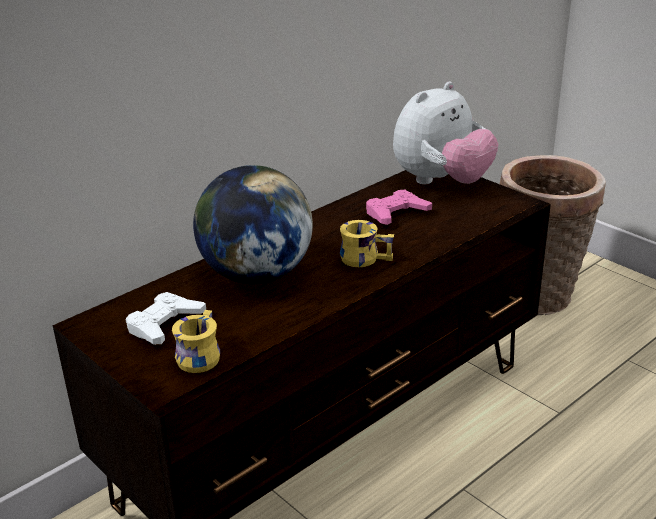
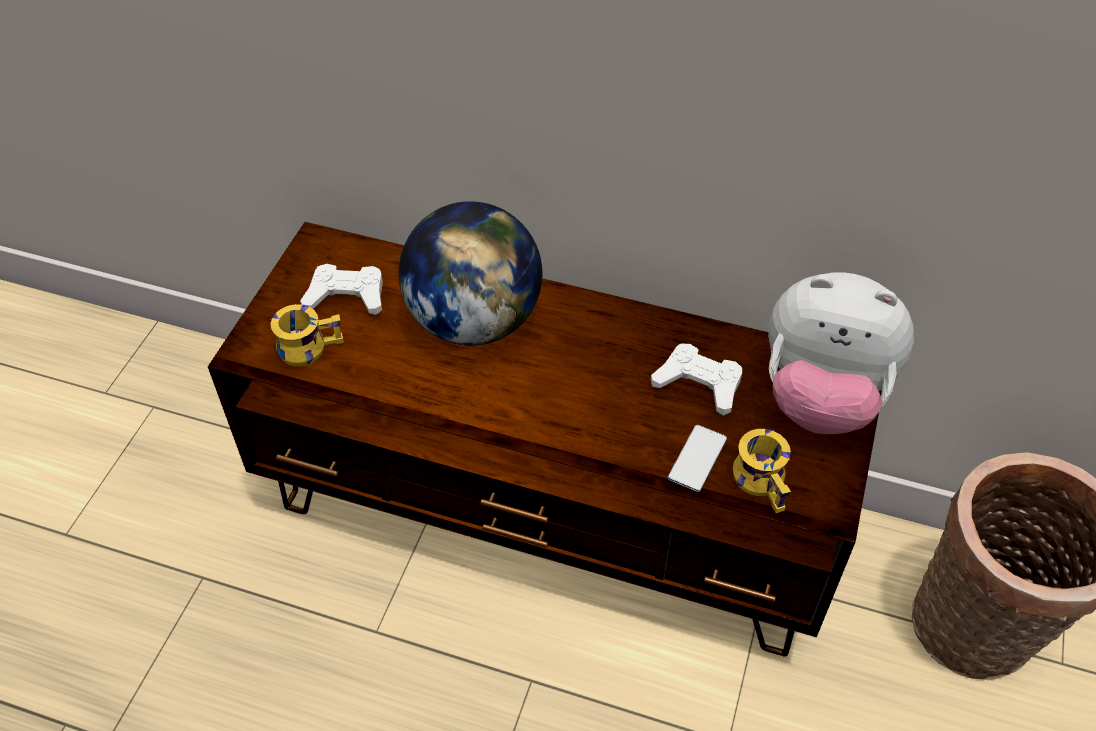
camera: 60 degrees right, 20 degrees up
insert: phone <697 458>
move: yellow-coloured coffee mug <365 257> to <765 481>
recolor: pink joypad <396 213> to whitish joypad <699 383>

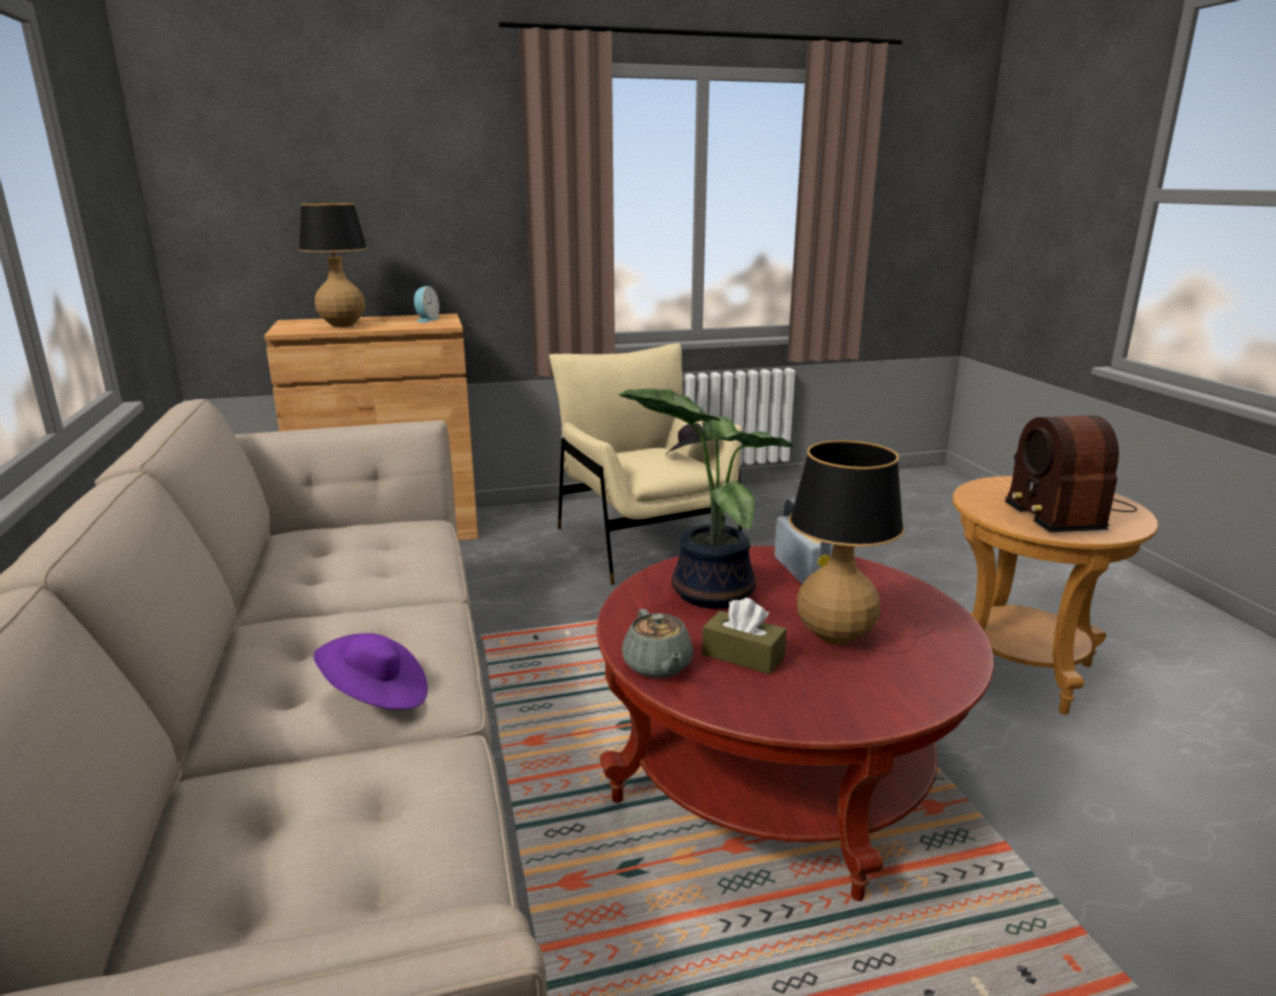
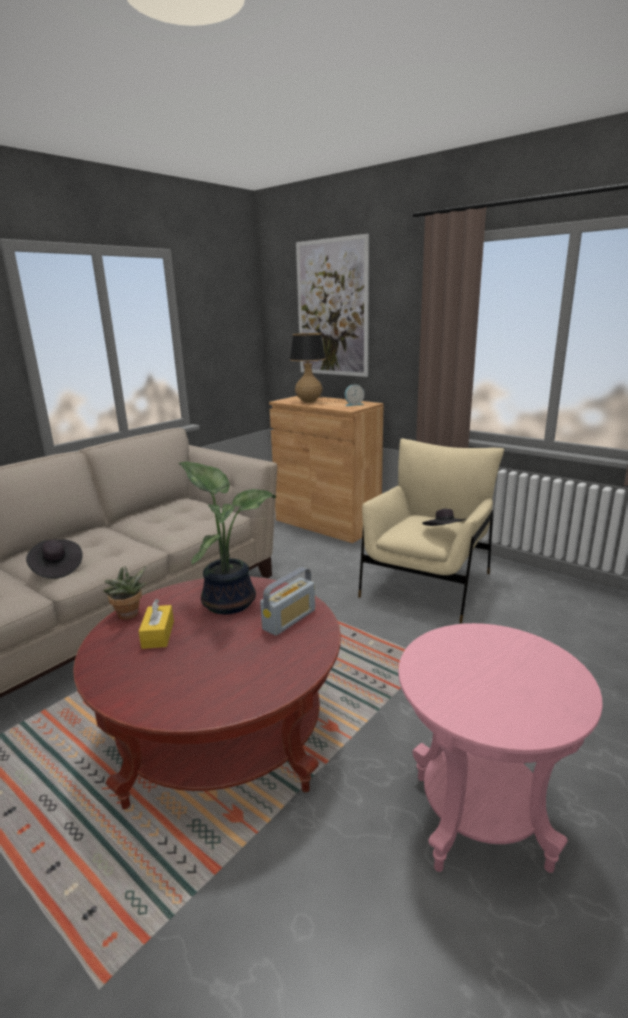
camera: 55 degrees right, 0 degrees up
delete: tabletop lamp <847 635>; radio set <1065 511>
insert: wall art <332 309>
replace: grey pot for tea <657 666> to plant in a pot <129 616>
recolor: purplish clothing hat <376 696> to black-coloured clothing hat <56 569>; brown tissue box <743 655> to yellow-coloured tissue box <158 634>; brown end table <1020 670> to pink end table <479 819>

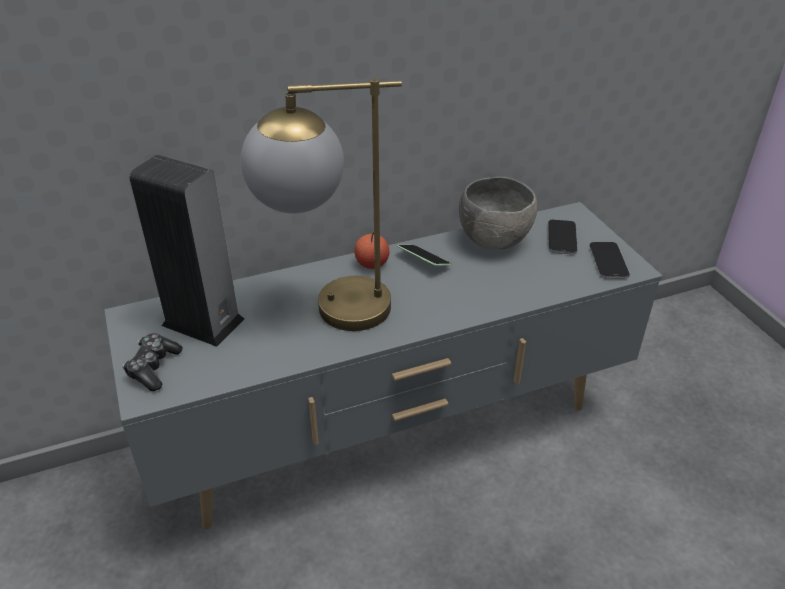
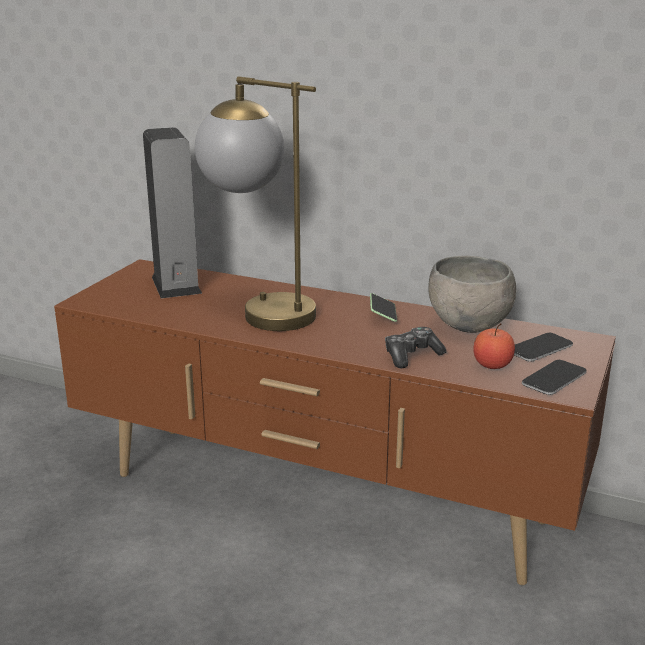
camera: 45 degrees right, 15 degrees down
move: joypad <153 368> to <412 356>; whole apple <372 264> to <492 365>
recolor: grey tv stand <393 433> to brown tv stand <324 500>

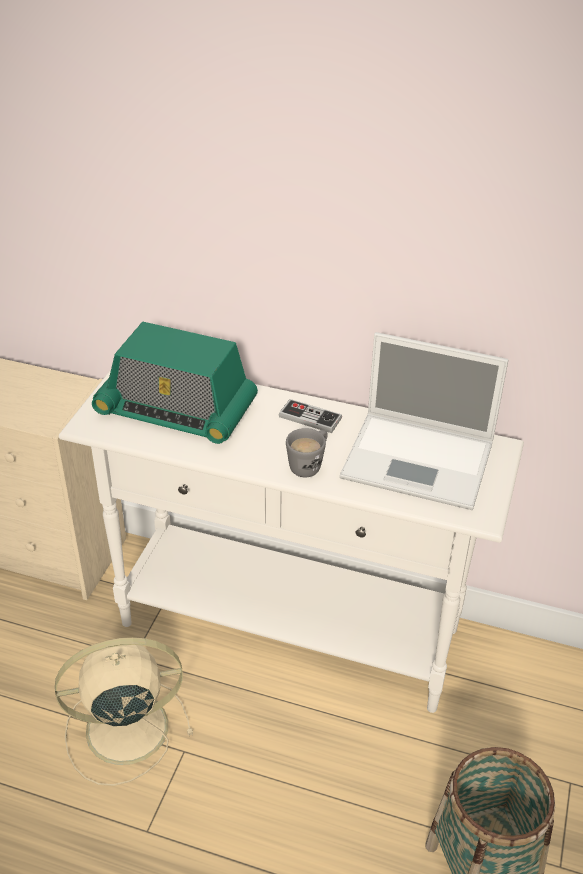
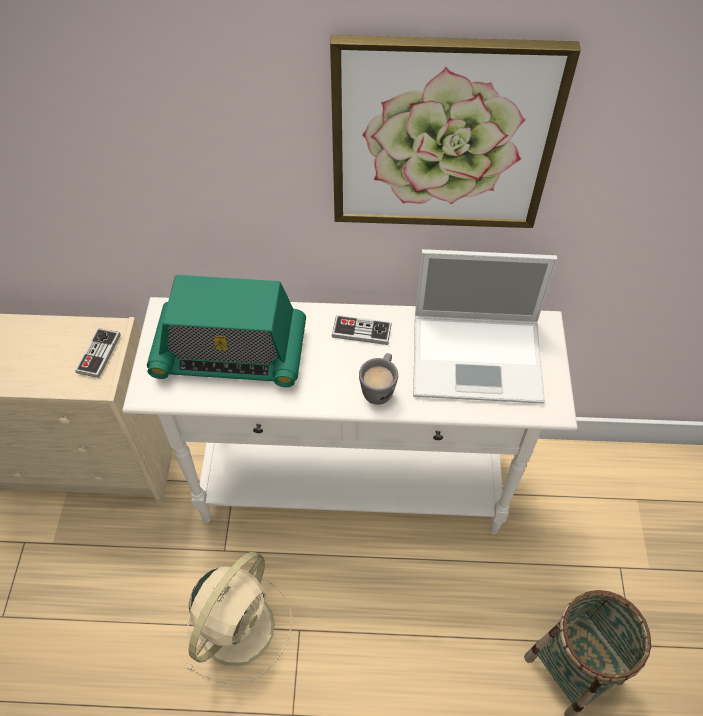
camera: 15 degrees left, 15 degrees up
insert: joypad <99 354>; wall art <442 137>
rotate: beige fan <123 729> = <239 624> 150 degrees clockwise

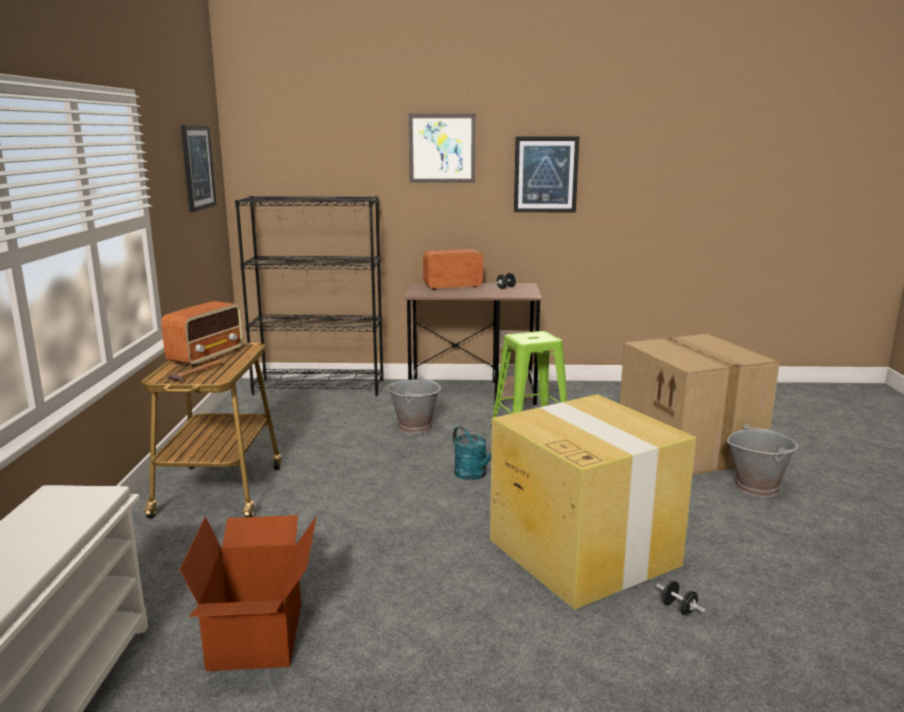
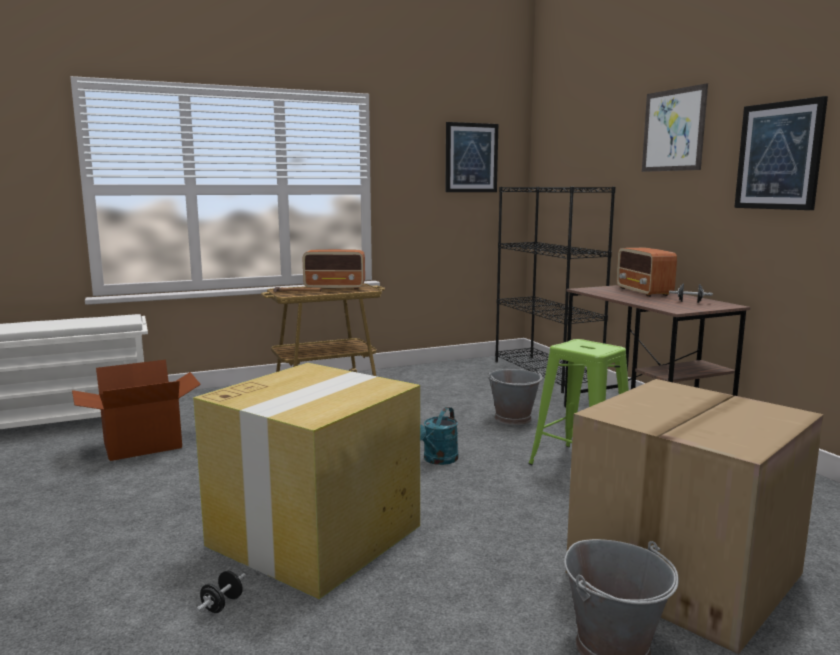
camera: 65 degrees right, 5 degrees down
rotate: radio set <452 287> = <644 292> 150 degrees counterclockwise

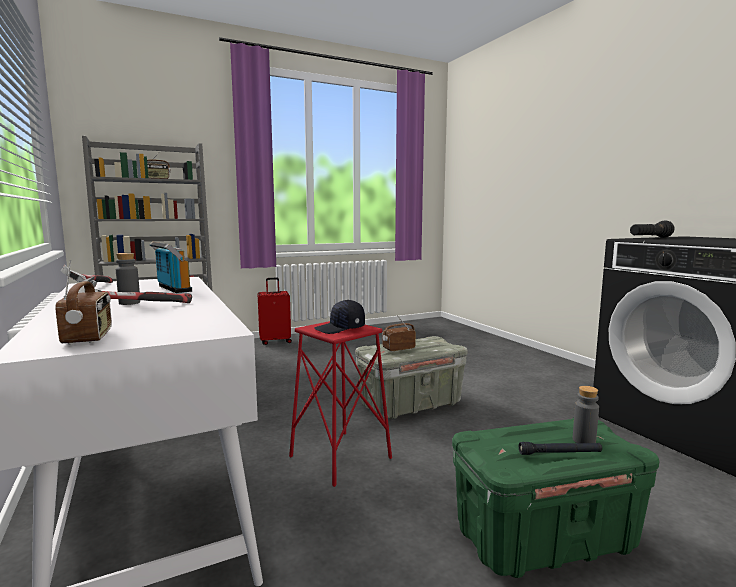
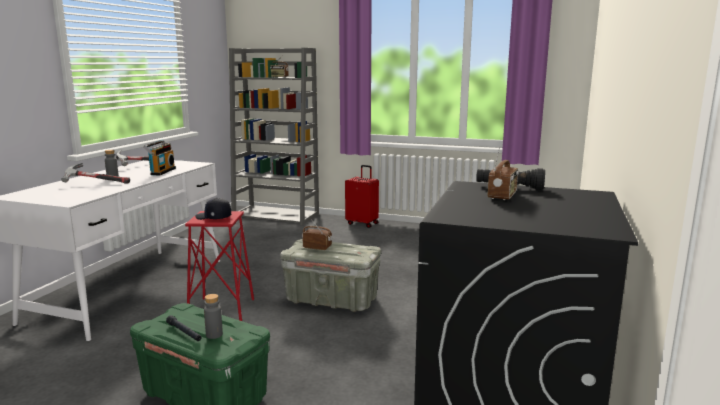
camera: 45 degrees right, 5 degrees up
move: radio set <89 337> to <502 196>

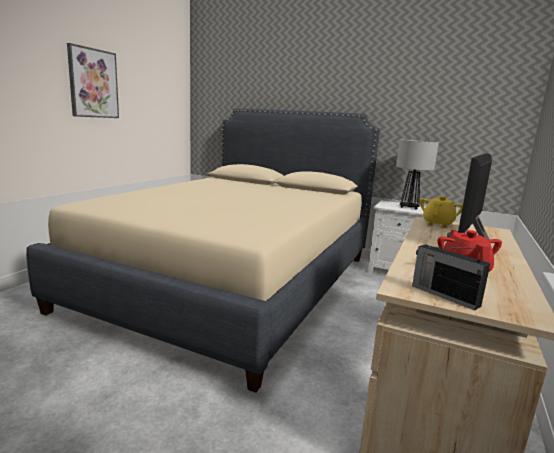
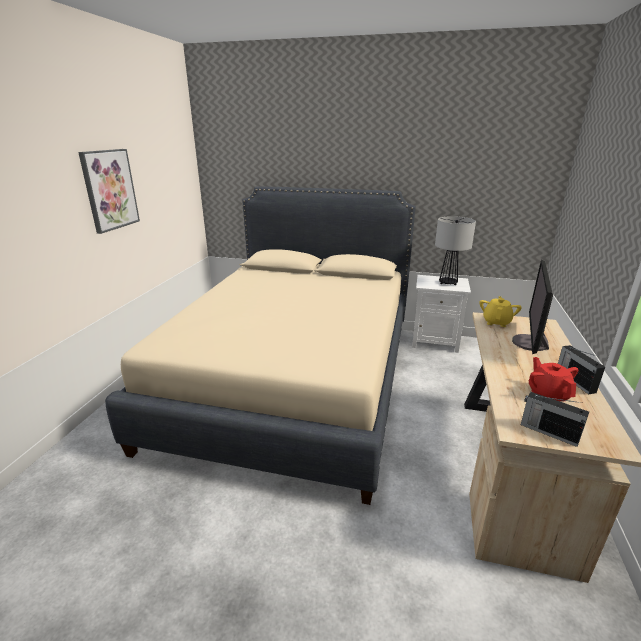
camera: 10 degrees left, 10 degrees up
insert: radio set <574 381>

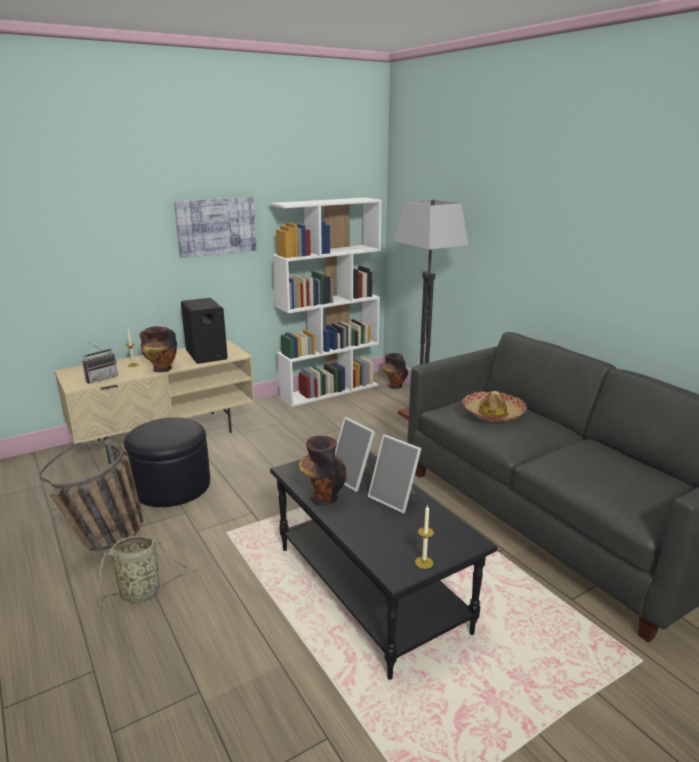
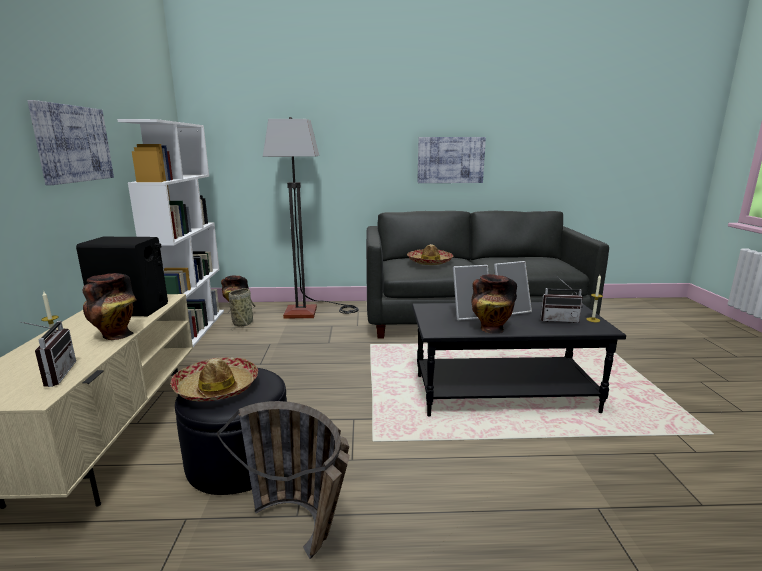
camera: 60 degrees left, 5 degrees down
insert: clothing hat <216 388>; wall art <450 160>; radio set <558 319>
move: household basket <143 592> to <243 323>

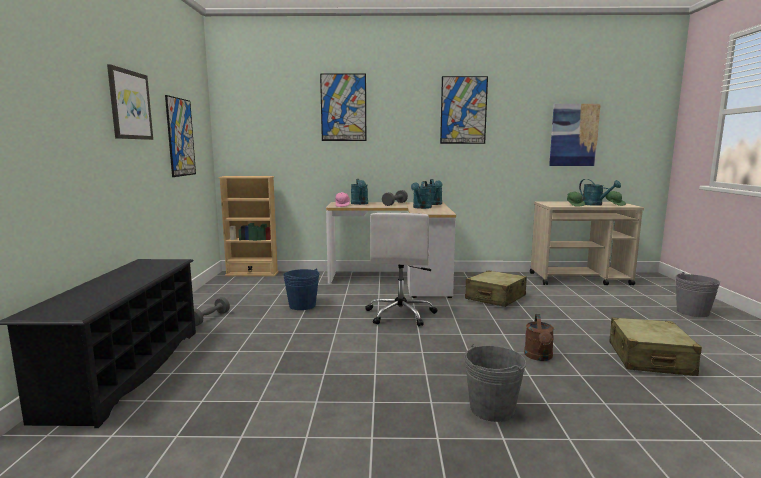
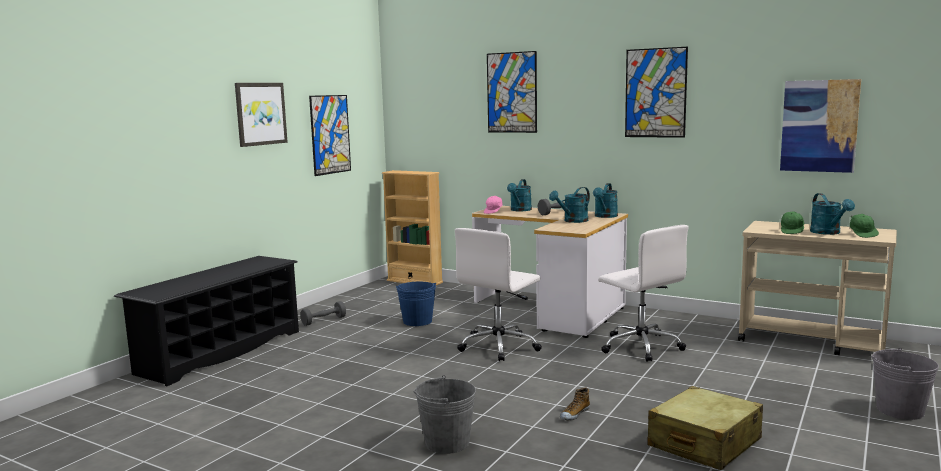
camera: 30 degrees right, 0 degrees up
replace: brown watering pot <539 357> to shoe <574 414>; beige suitcase <495 298> to whitish computer chair <640 346>

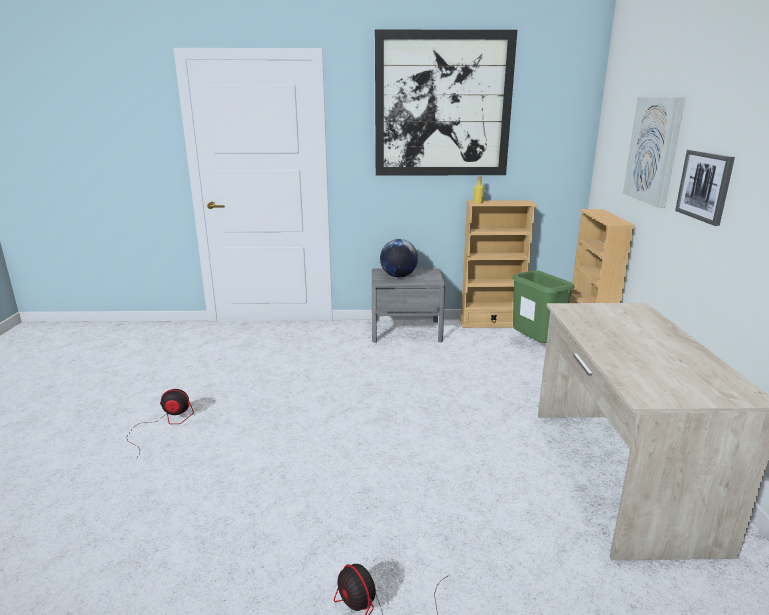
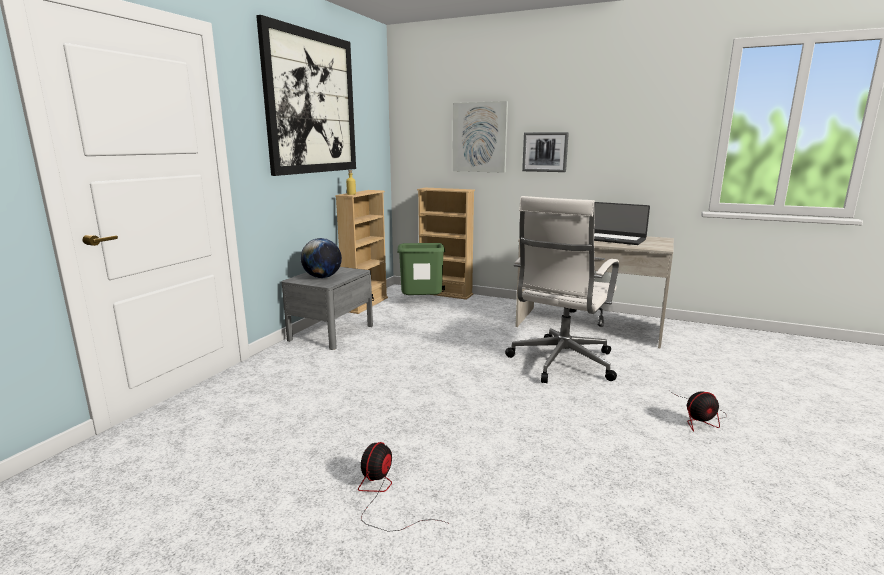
camera: 65 degrees left, 5 degrees down
insert: whitish computer chair <560 363>; portable computer <614 239>

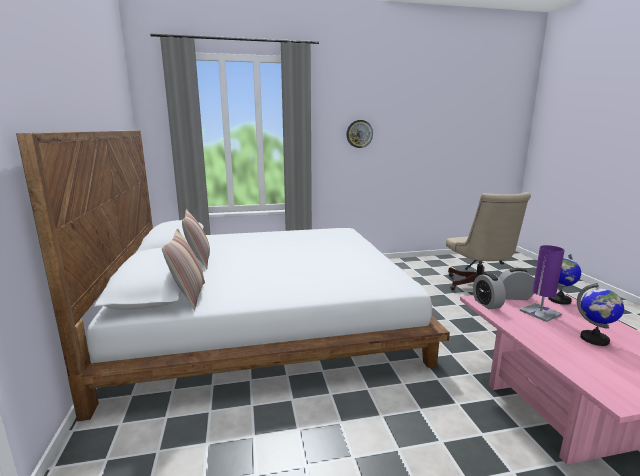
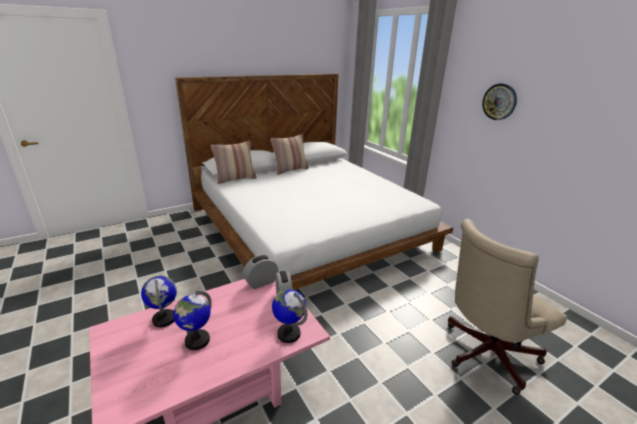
camera: 70 degrees right, 10 degrees up
delete: purplish tabletop lamp <540 313>
insert: world globe <164 319>

